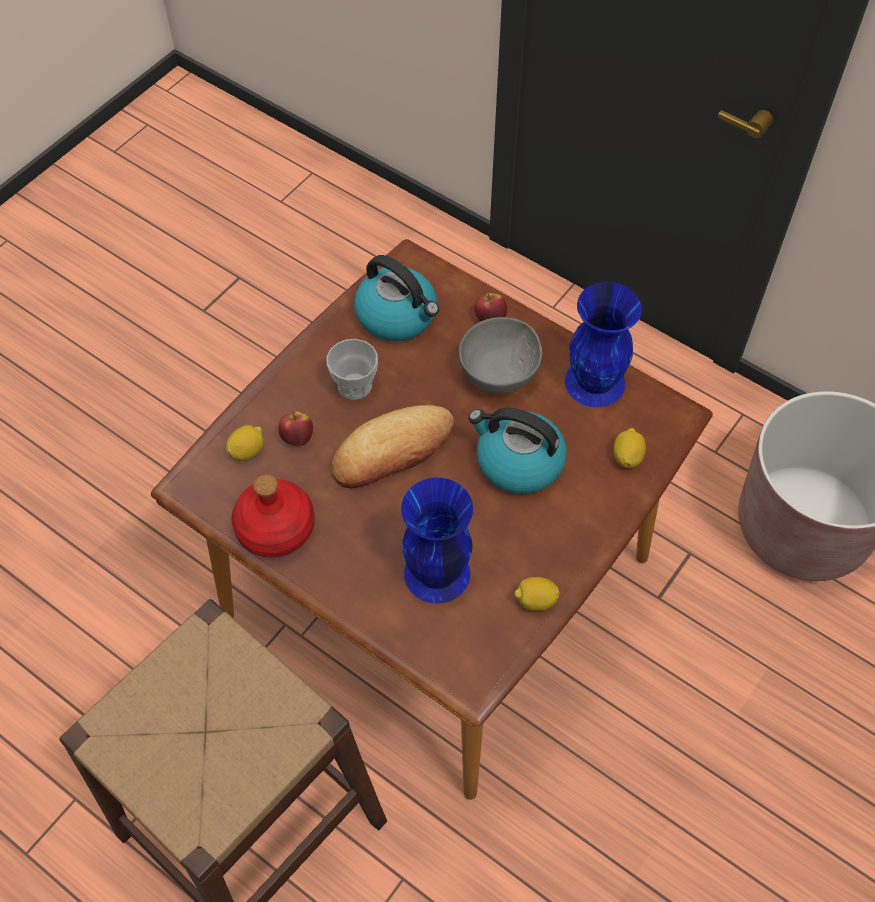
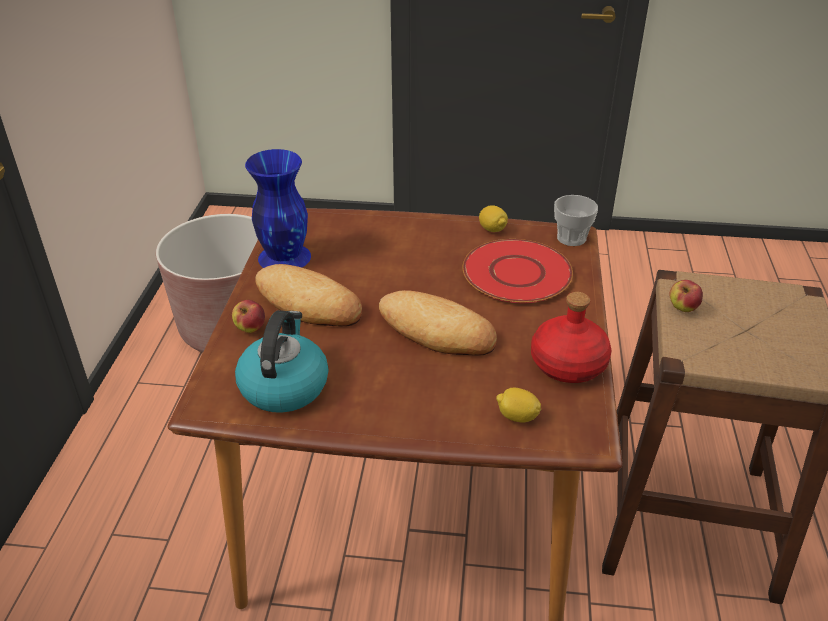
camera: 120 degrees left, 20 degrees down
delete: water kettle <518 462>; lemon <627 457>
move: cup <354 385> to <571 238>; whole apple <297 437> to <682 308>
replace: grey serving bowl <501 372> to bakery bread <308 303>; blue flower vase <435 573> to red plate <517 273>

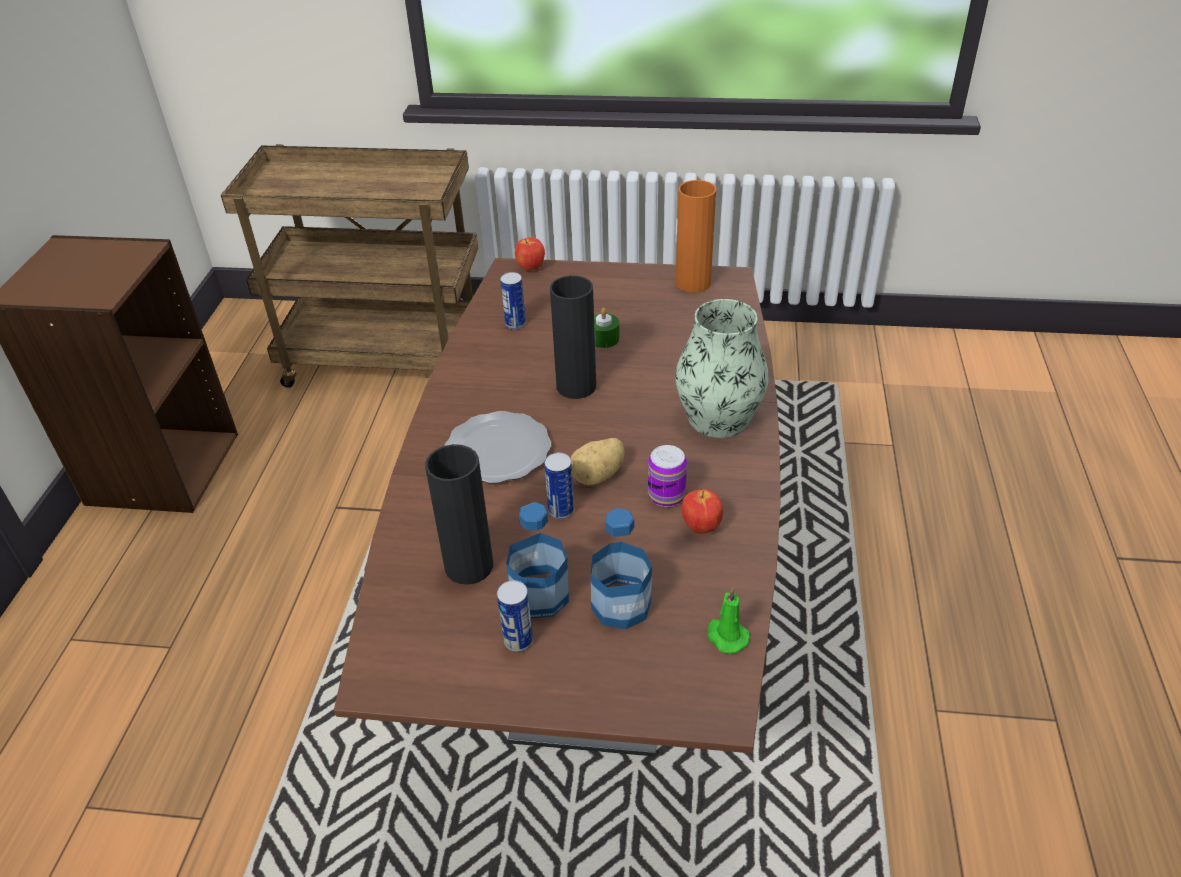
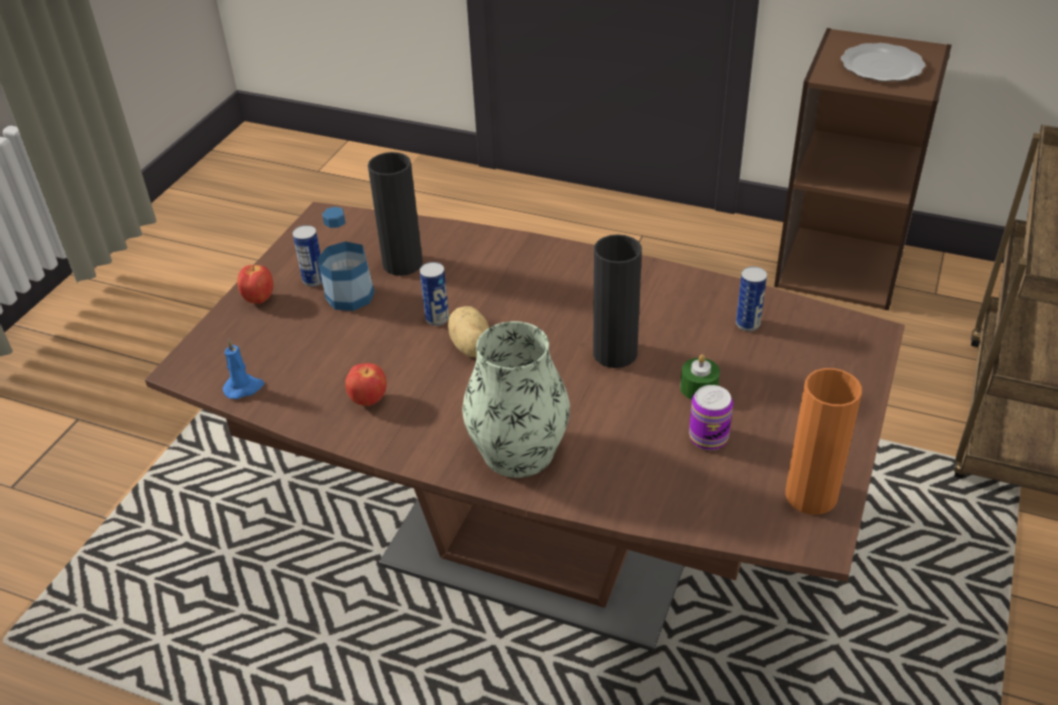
camera: 105 degrees right, 0 degrees up
delete: drink bottle <621 605>
move: whole apple <531 268> to <258 299>; can <666 495> to <708 437>; plate <496 450> to <882 66>
recolor: green-coloured wax candle <726 636> to blue wax candle <244 388>

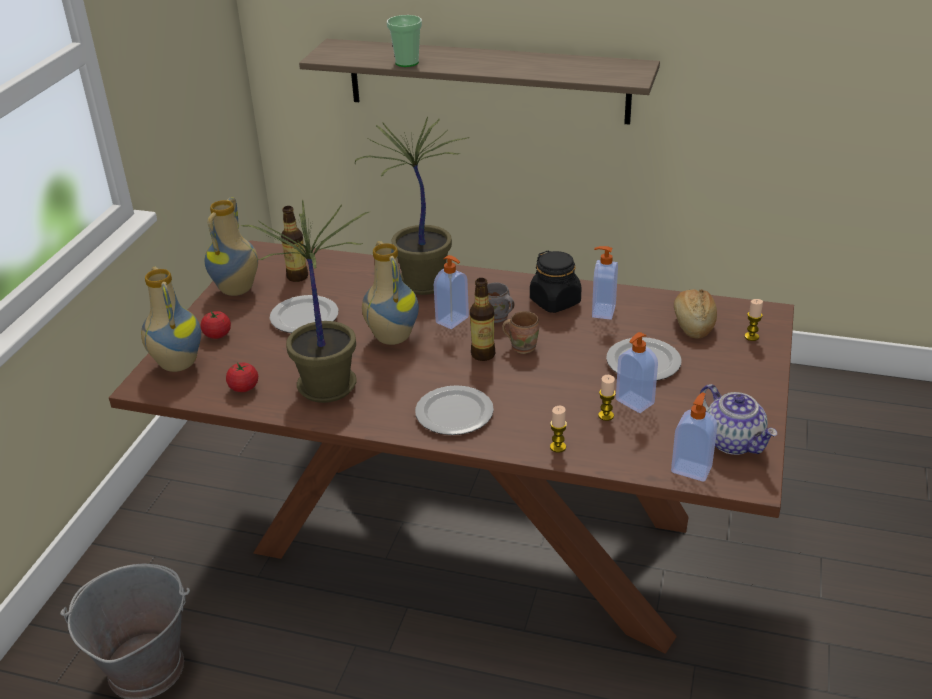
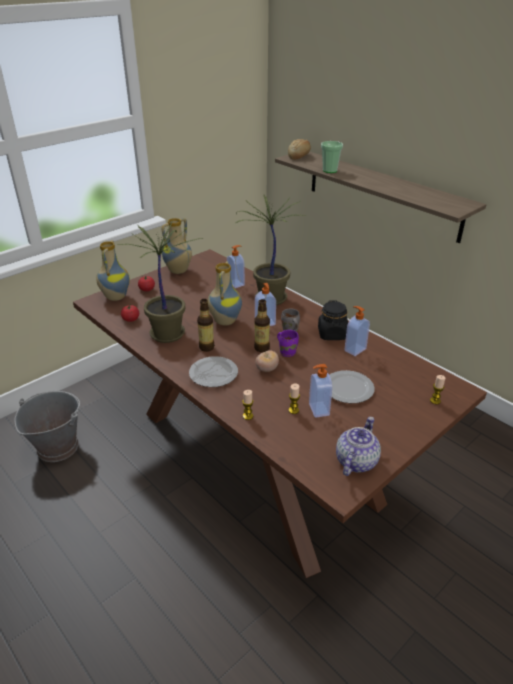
camera: 30 degrees right, 0 degrees up
delete: plate <305 317>
insert: tomato <267 369>
move: drink bottle <297 277> to <206 347>; soap bottle <691 469> to <236 283>; bakery bread <693 323> to <299 156>
recolor: brown coffee mug <522 346> to purplish coffee mug <287 352>
rotate: pot for tea <734 442> = <355 461> 150 degrees counterclockwise

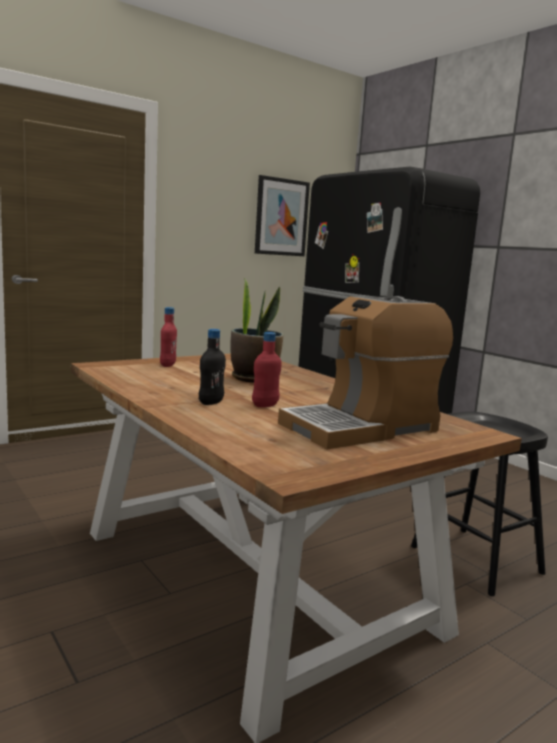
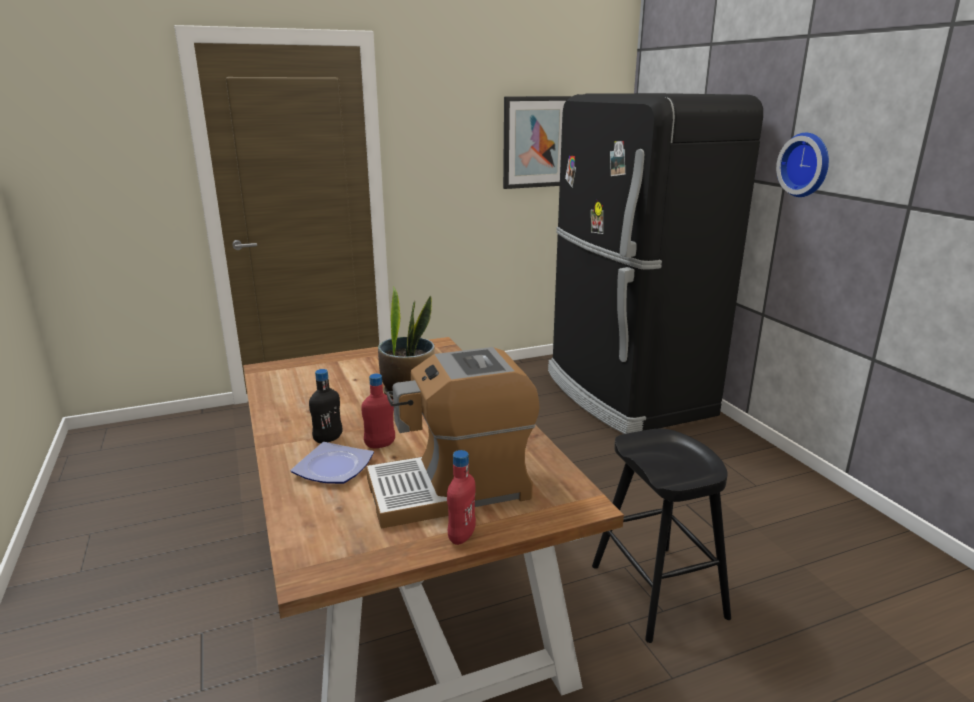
camera: 15 degrees right, 10 degrees up
insert: plate <333 467>; clock on the wall <806 165>
move: red drink bottle <167 365> to <461 536>

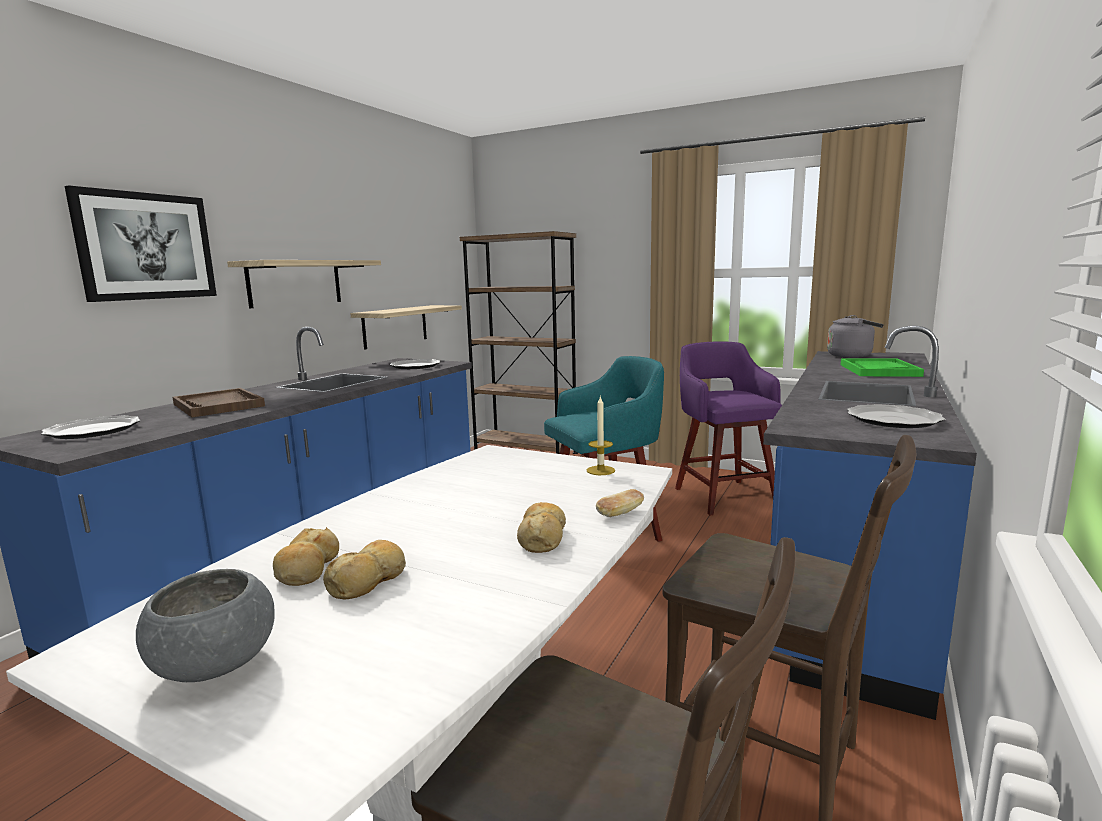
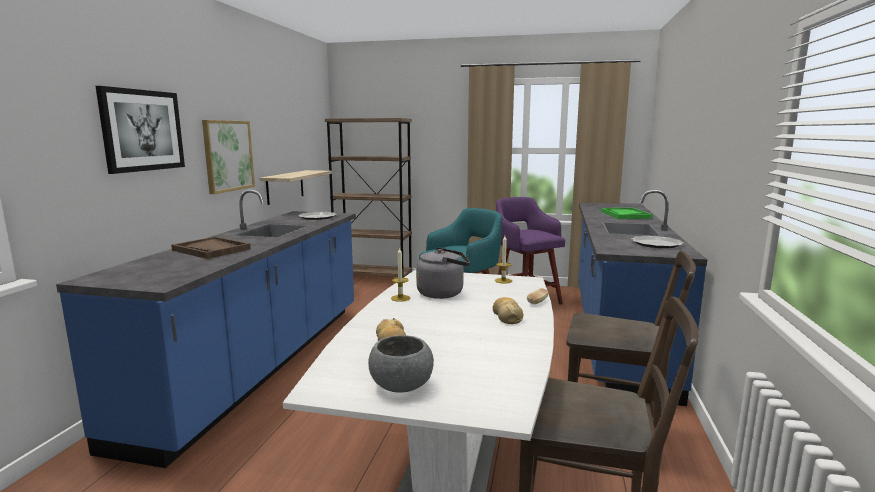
camera: 15 degrees left, 0 degrees up
delete: plate <93 431>; bakery bread <369 580>
insert: wax candle <400 298>
move: grey water kettle <852 355> to <443 293>
replace: shelf <295 283> to wall art <228 155>

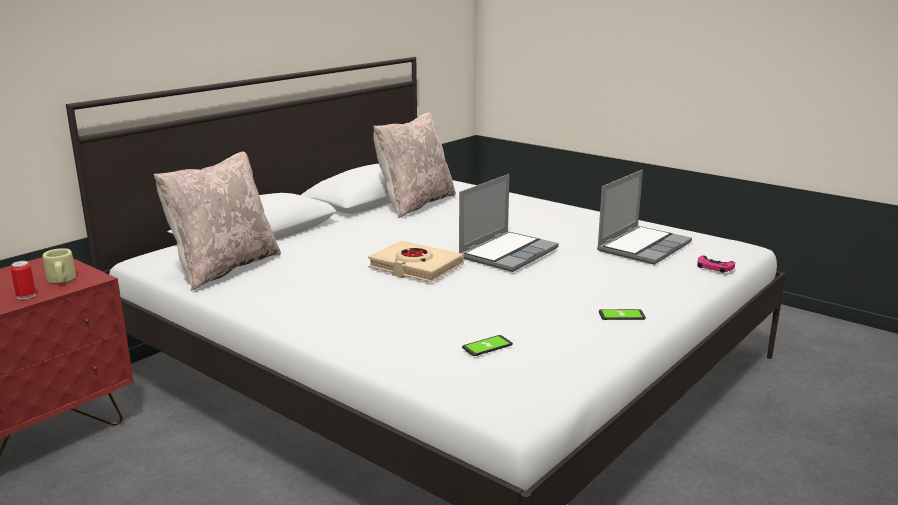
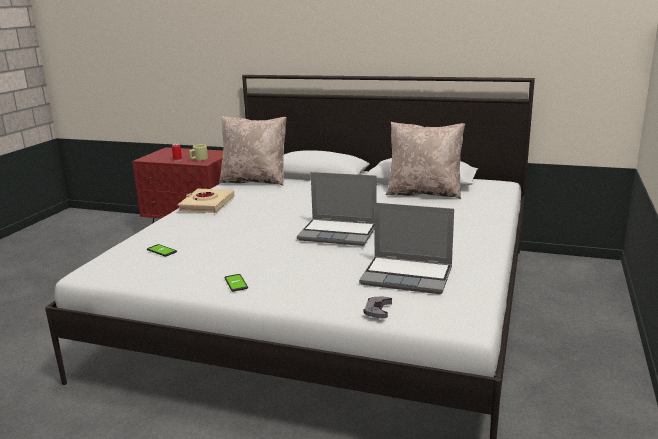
camera: 70 degrees right, 0 degrees up
move: beige book <415 267> to <206 205>
recolor: pink joypad <714 267> to grey joypad <377 310>

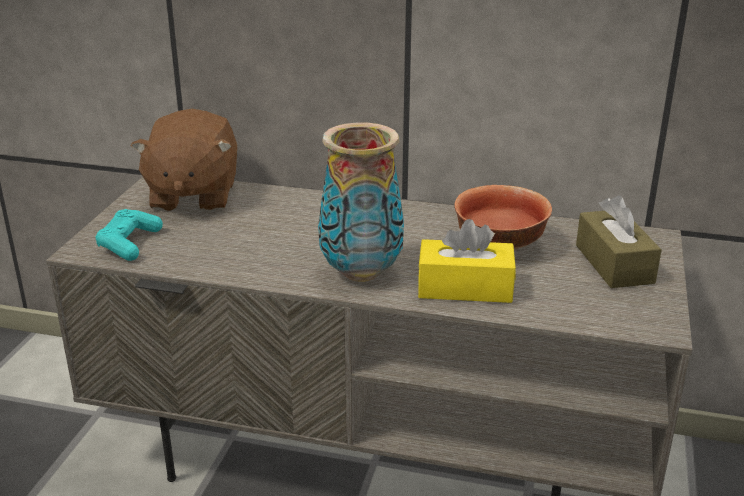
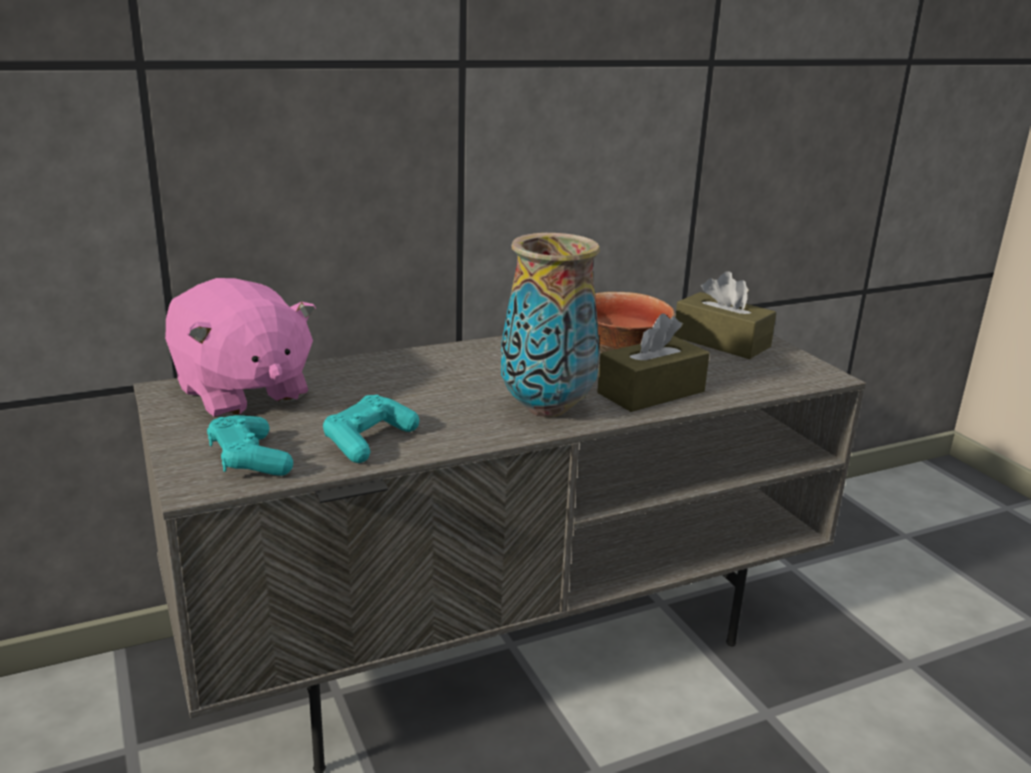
camera: 40 degrees left, 5 degrees down
insert: turquoise-coloured joypad <369 440>
recolor: brown plush toy <192 196> to pink plush toy <241 393>; yellow-coloured tissue box <465 288> to brown tissue box <651 392>

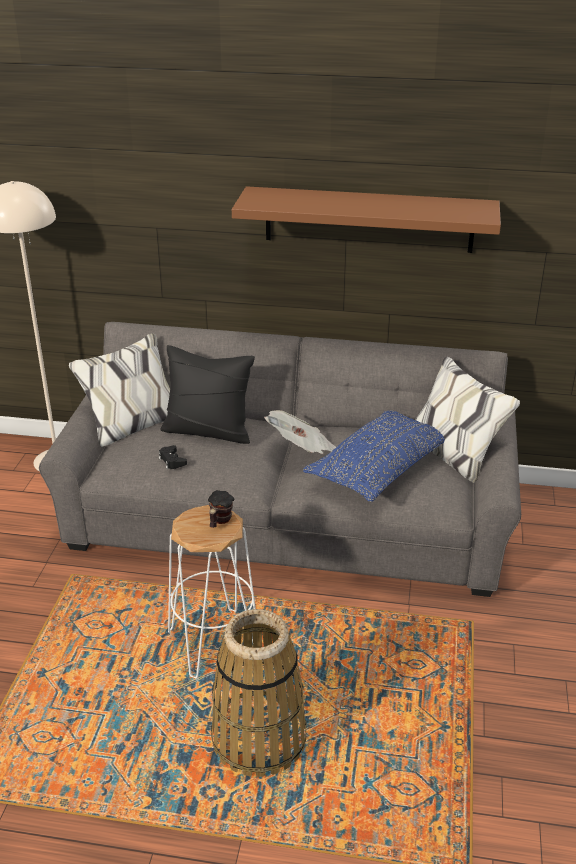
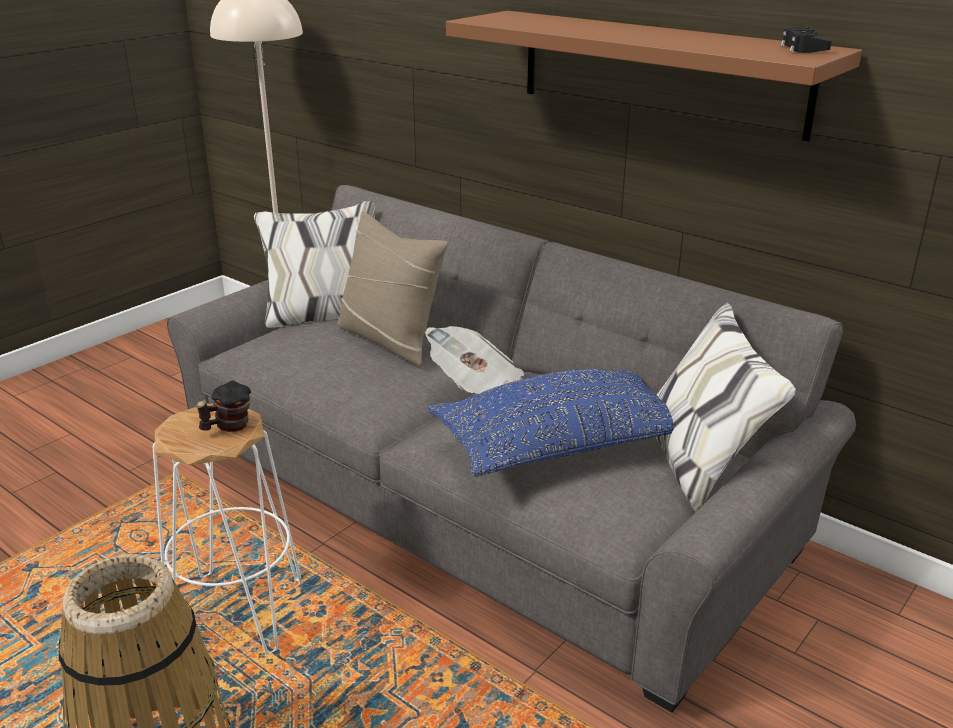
camera: 30 degrees right, 5 degrees down
move: black-coloured joypad <172 461> to <804 49>
recolor: black-coloured throw pillow <208 431> to beige throw pillow <390 340>

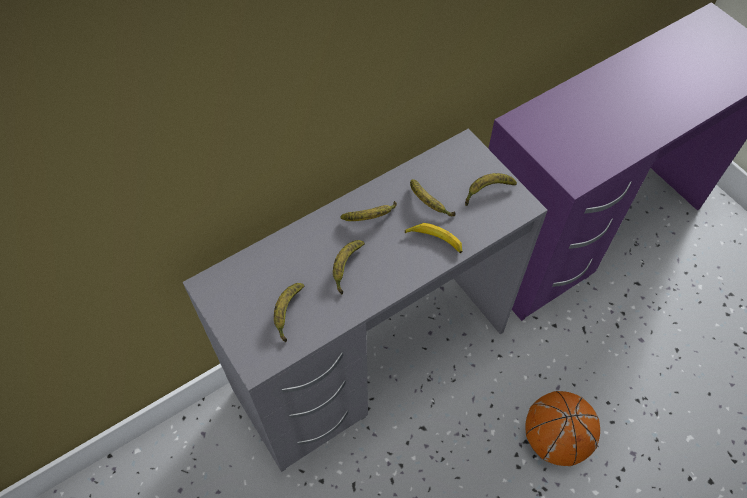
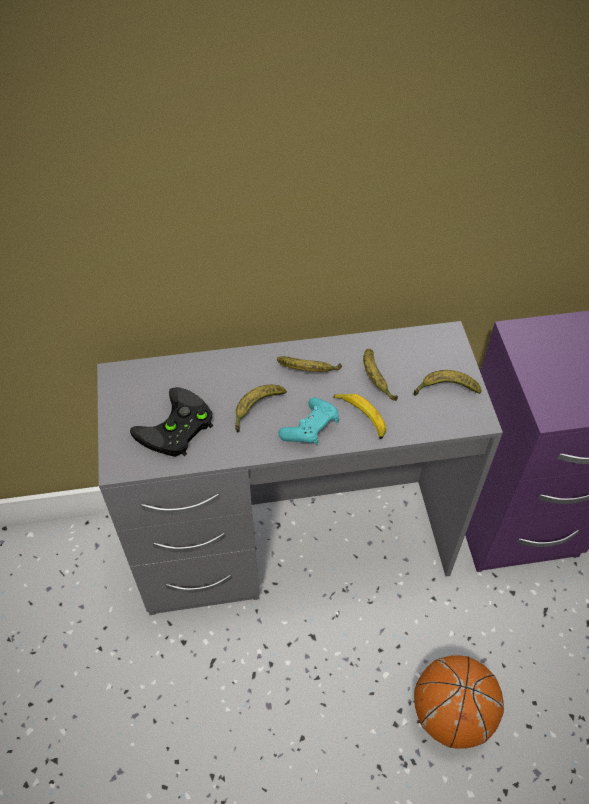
camera: 25 degrees right, 5 degrees down
insert: turquoise-coloured joypad <311 429>
replace: banana <287 313> to black-coloured joypad <176 429>

